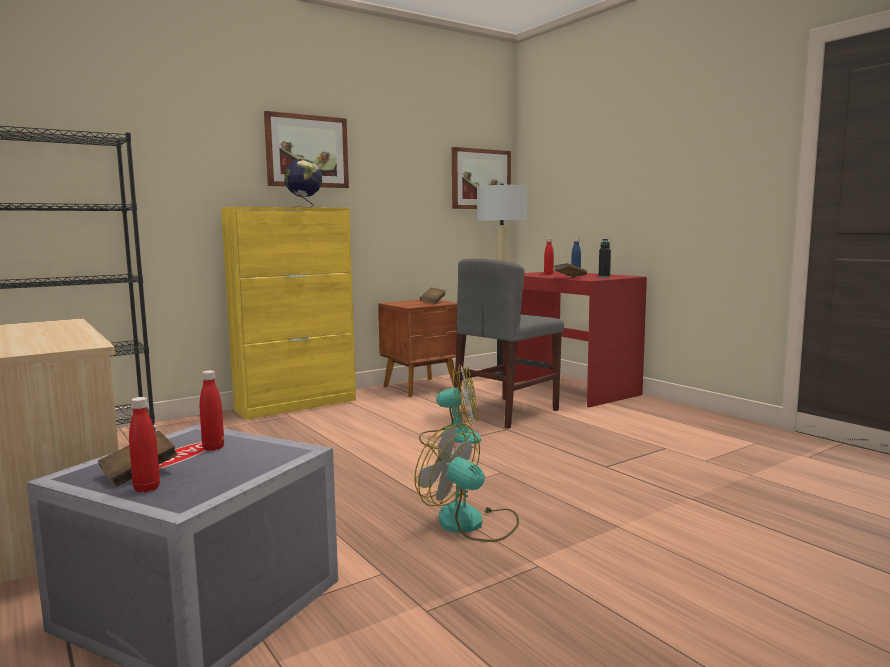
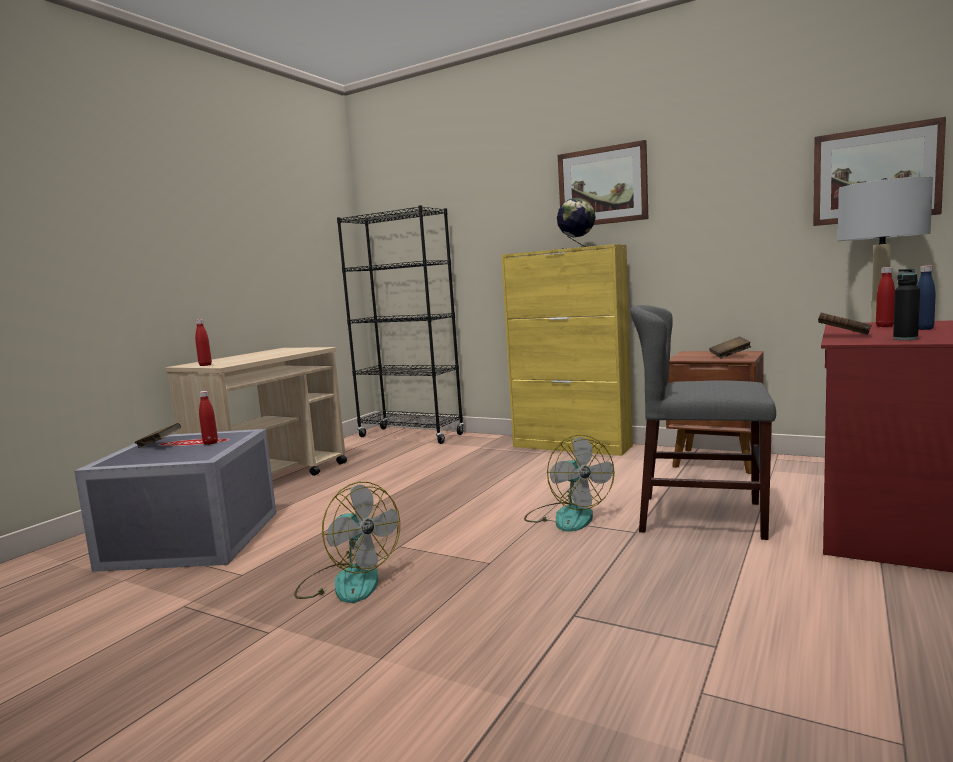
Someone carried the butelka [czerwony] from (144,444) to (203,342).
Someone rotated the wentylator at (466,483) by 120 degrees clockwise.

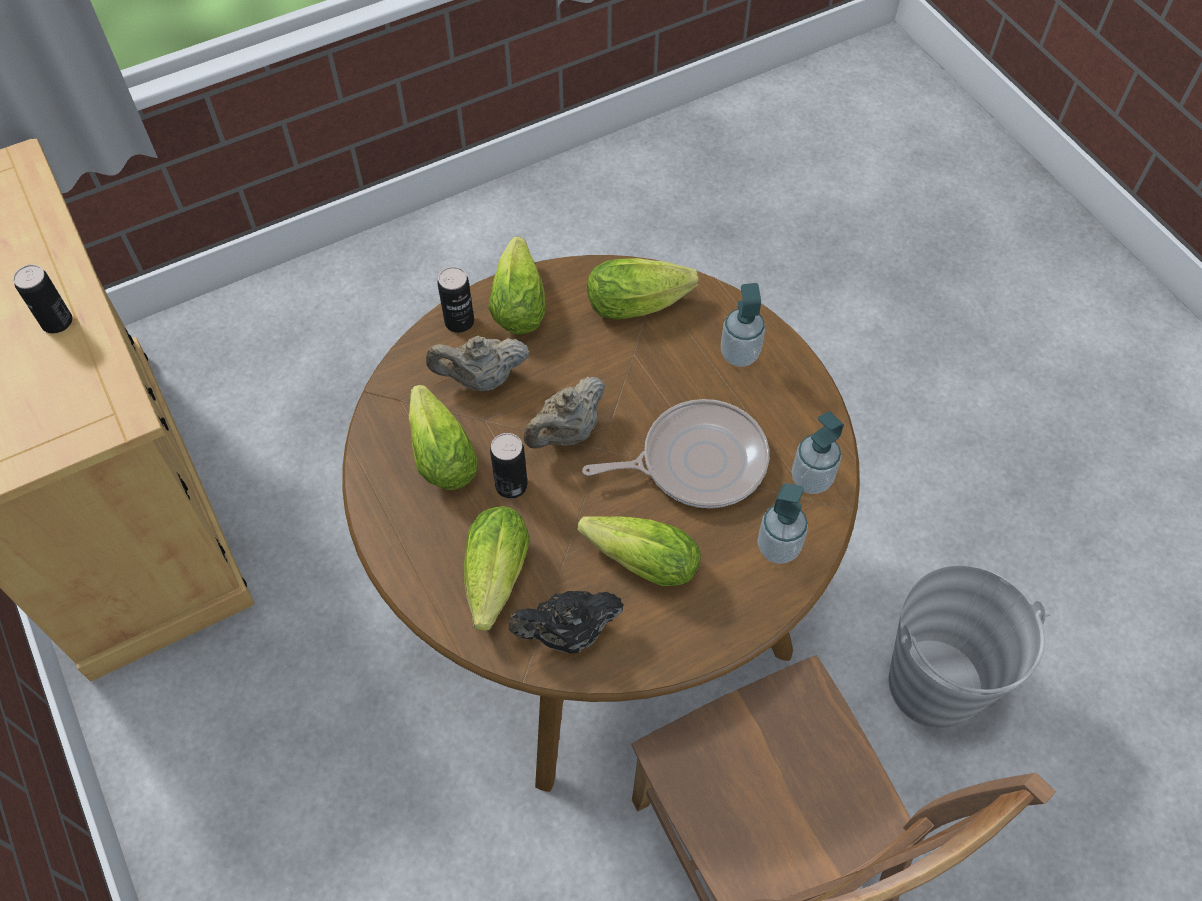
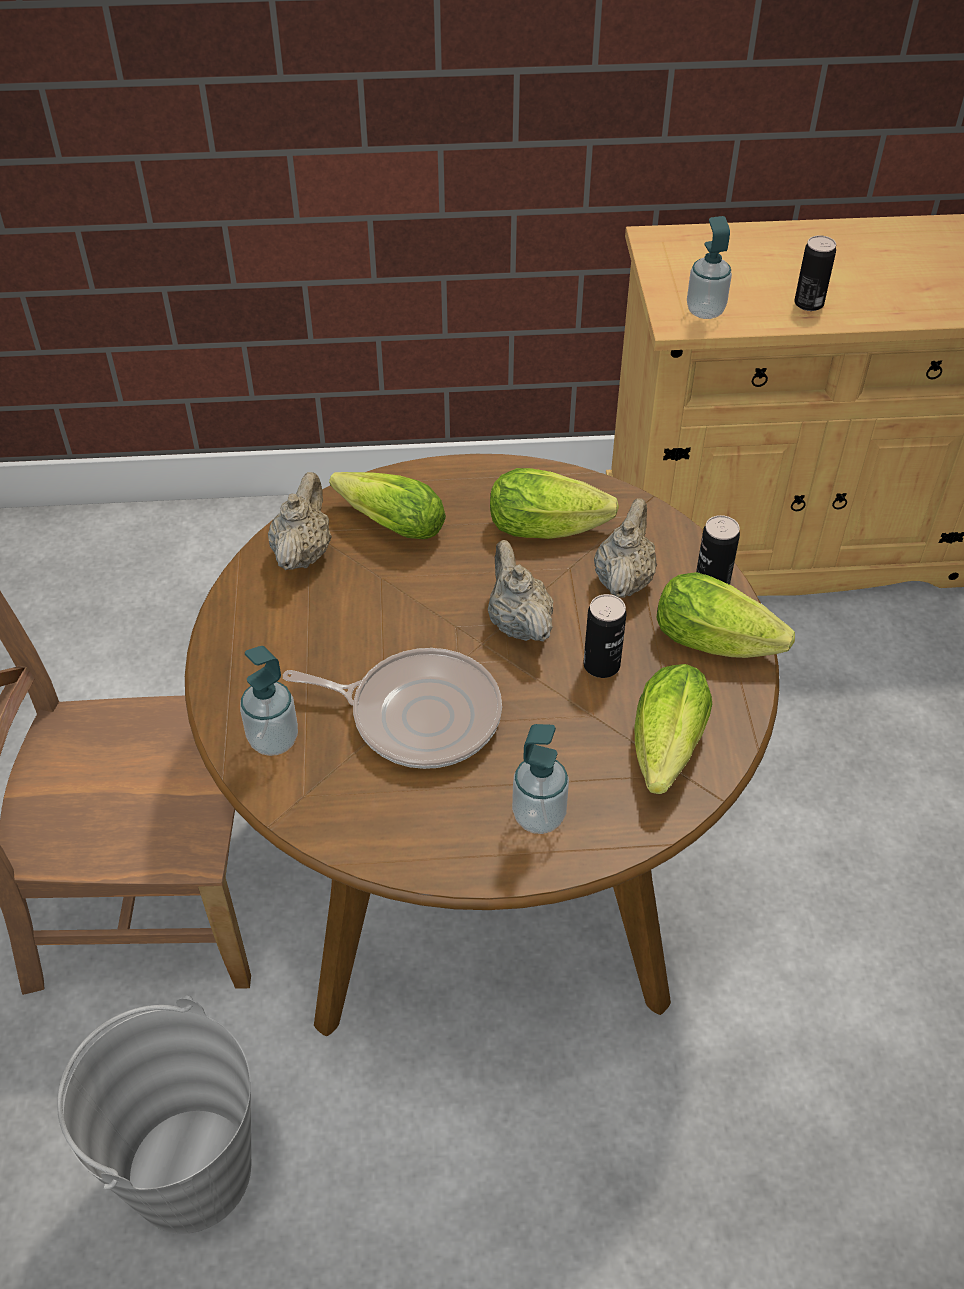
Someone rotated the patelnia at (675,453) by 90 degrees counterclockwise.
Someone carried the dozownik mydła from (817,452) to (709,267).
Someone carried the puszka from (509,466) to (604,636).
Someone took away the sałata at (639,551).
Someone repainted the imbryk [czarny] at (566,622), which became the imbryk [beżowy] at (300,521).

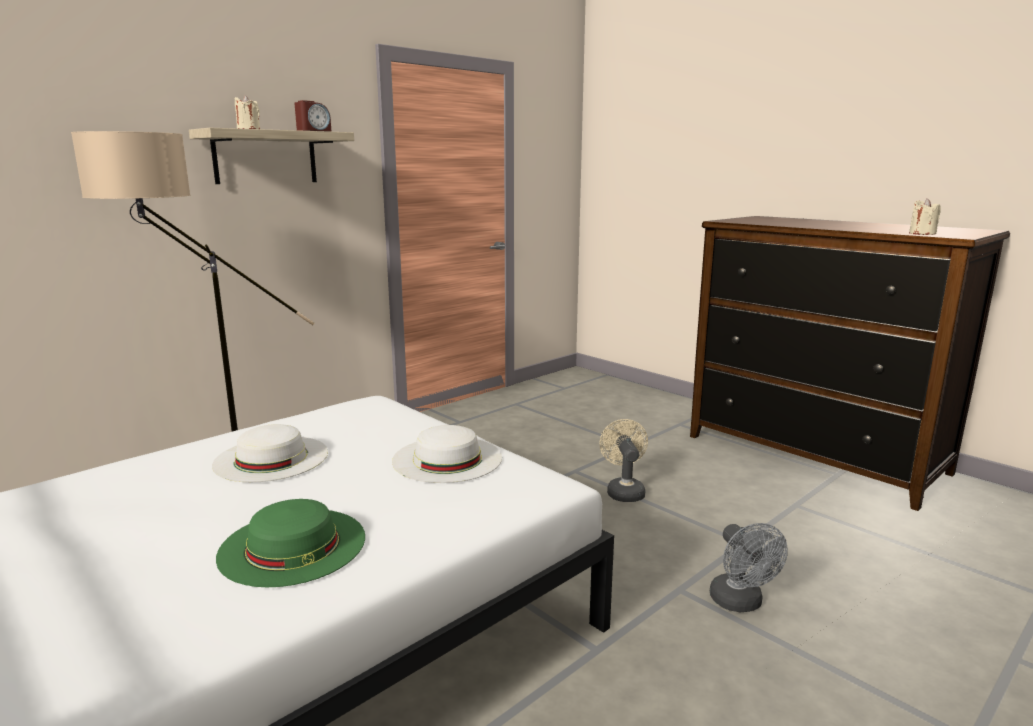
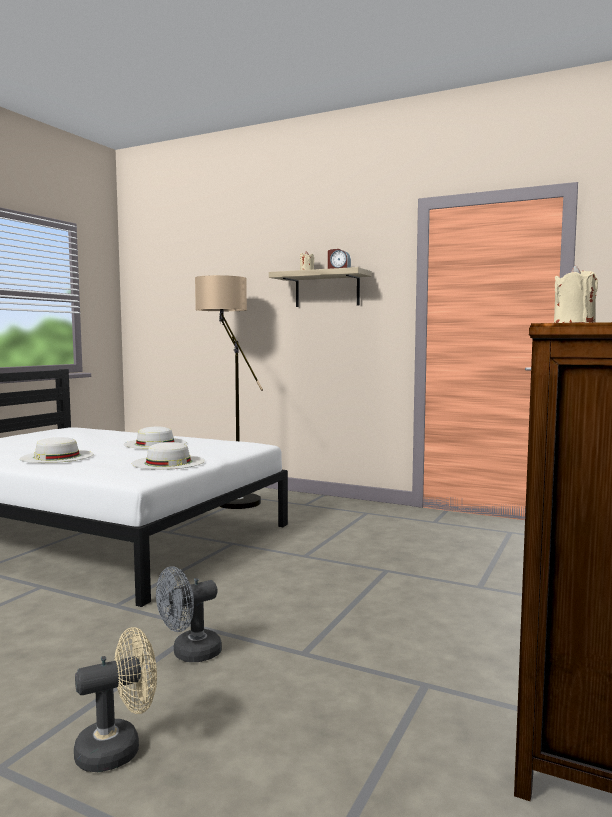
Someone carried the wentylator [beżowy] from (623,460) to (115,699).
Someone repainted the kapelusz [zielony] at (290,543), which became the kapelusz [biały] at (56,450).

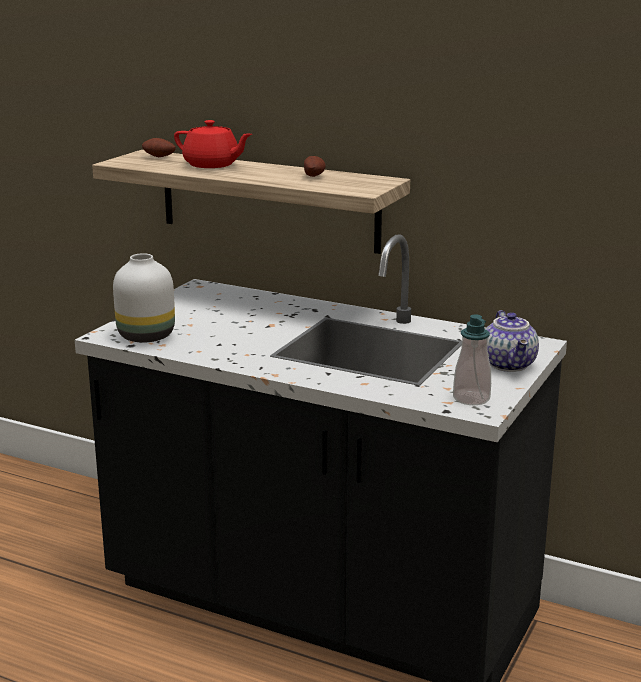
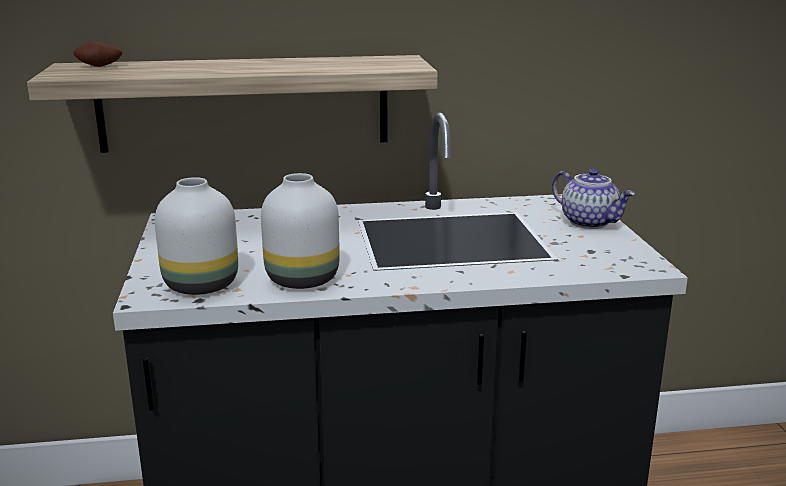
Someone took away the imbryk [czerwony] at (213,144).
Someone took away the ziemniak at (315,166).
Someone took away the dozownik mydła at (472,359).
Someone put down the wazon [biały] at (300,231).

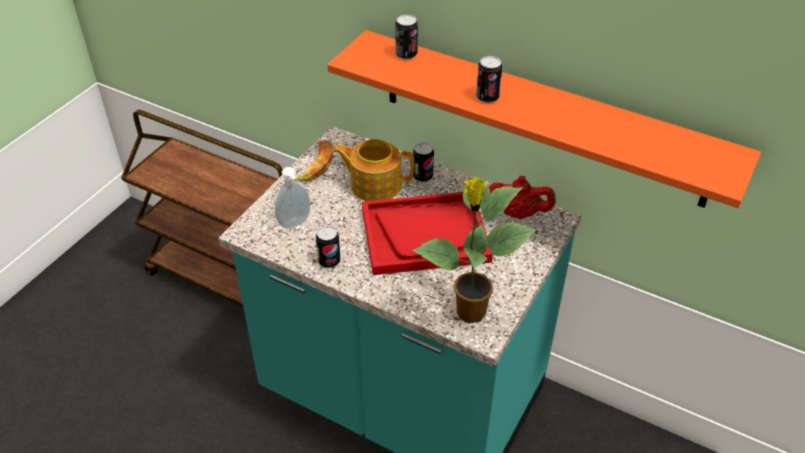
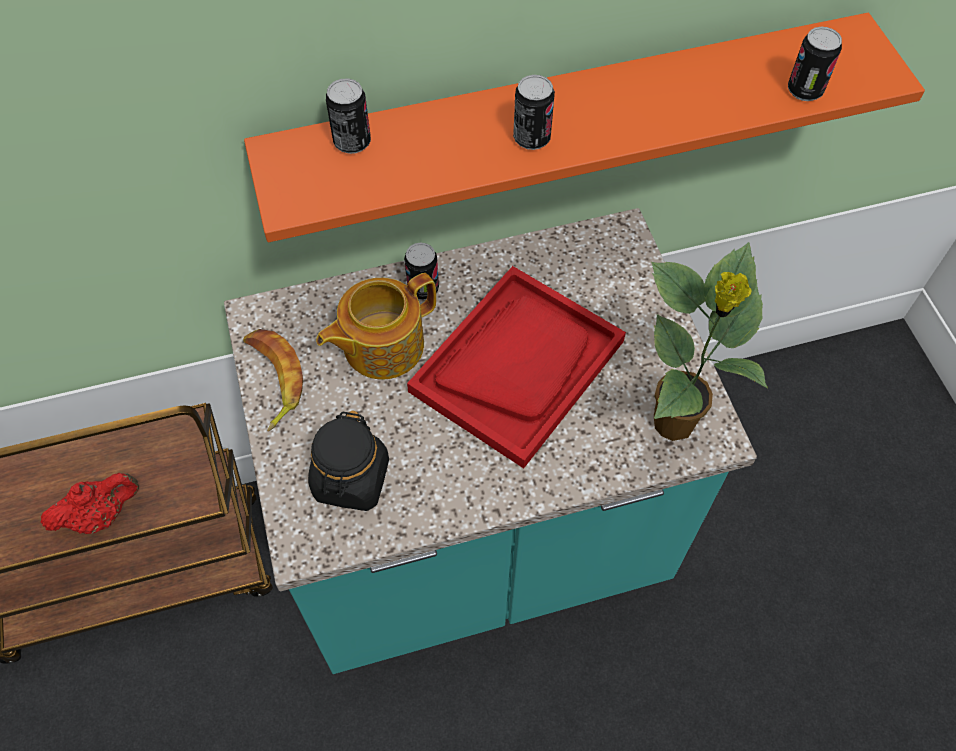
Someone swapped the dozownik mydła at (292,198) for the słoik [czarny] at (348,461).
Someone carried the imbryk [czerwony] from (522,197) to (89,503).
Someone carried the puszka from (328,246) to (815,64).

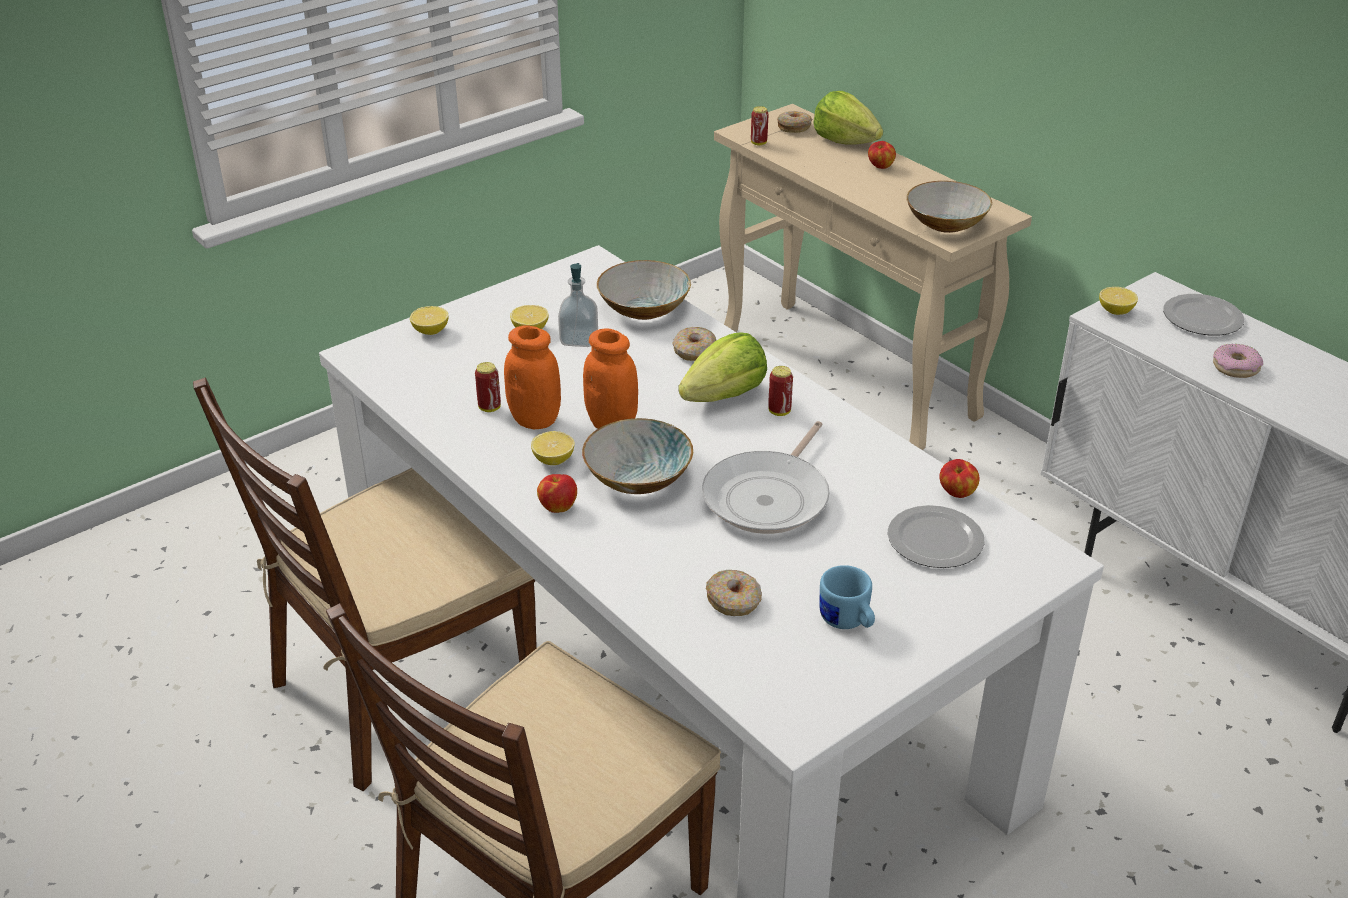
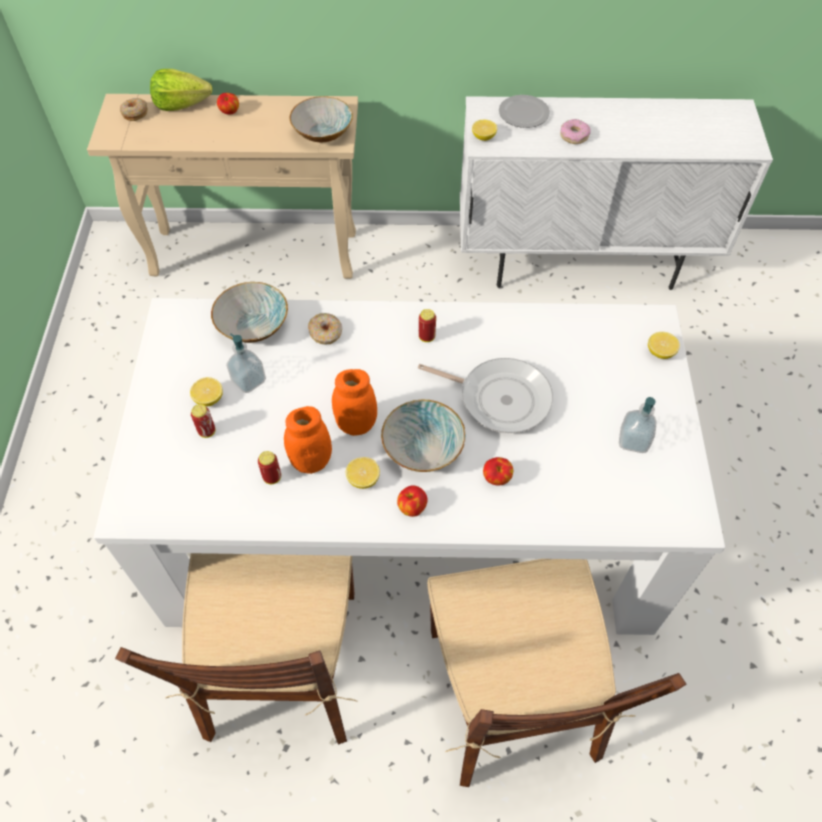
Someone carried the puszka from (759,125) to (203,421).
Someone carried the cytryna from (429,320) to (664,345).
Someone took away the sałata at (722,367).
Someone rotated the patelnia at (766,477) by 45 degrees counterclockwise.
Someone carried the jabłko from (959,478) to (498,471).
Someone took away the talerz at (936,536).
Someone swapped the kubek [niebieski] at (847,597) for the dozownik mydła at (638,425).
Someone took away the donut at (734,593).

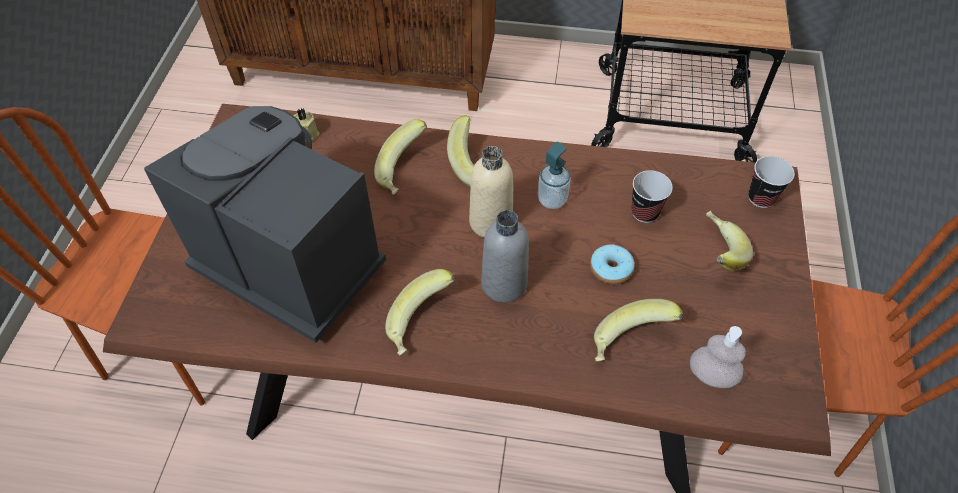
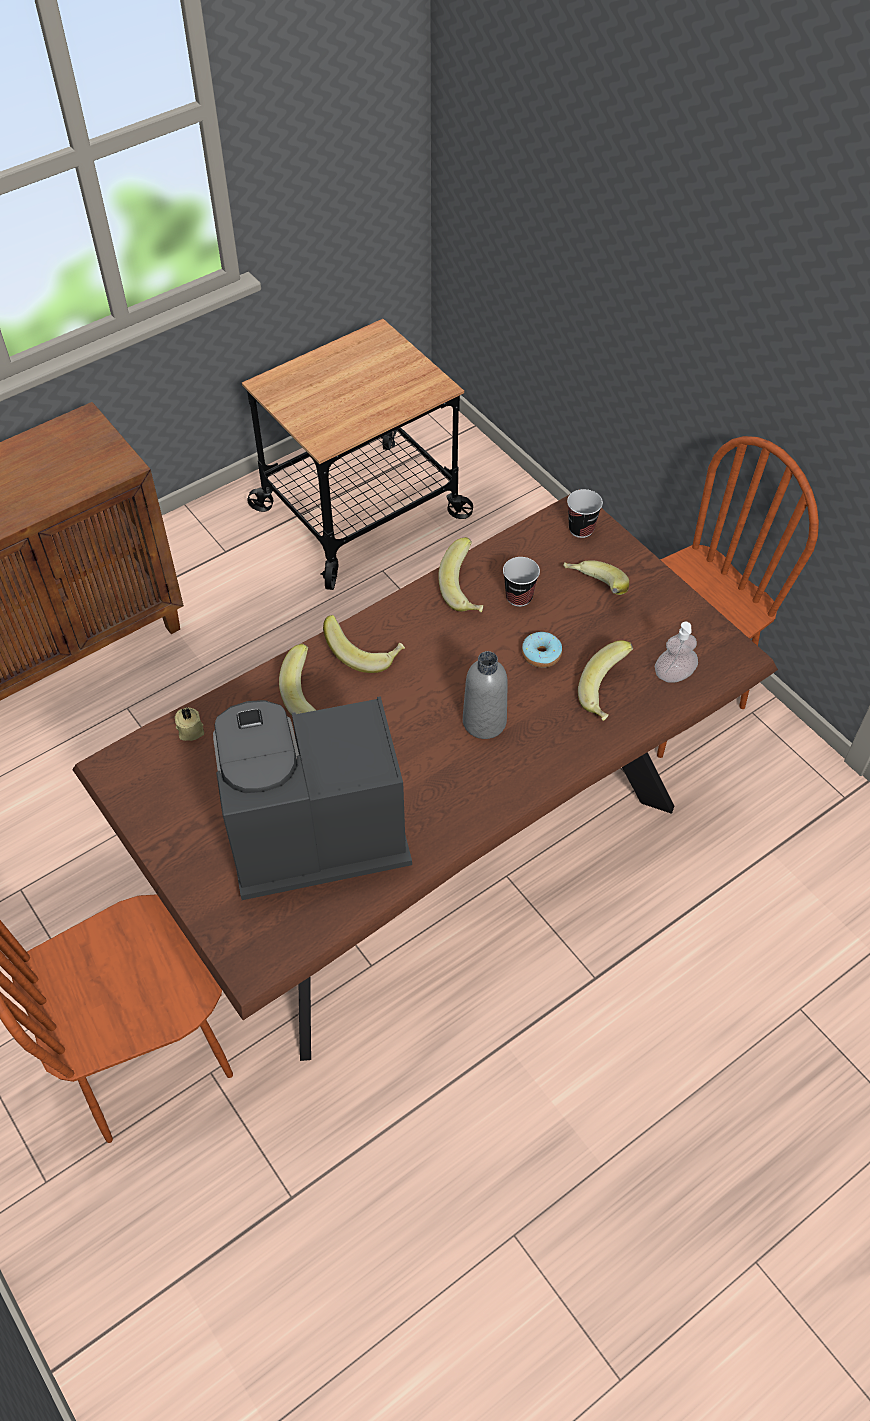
Someone took away the dozownik mydła at (554,175).
Someone took away the butelka [beżowy] at (491,192).
Someone carried the banan from (420,312) to (460,574).

